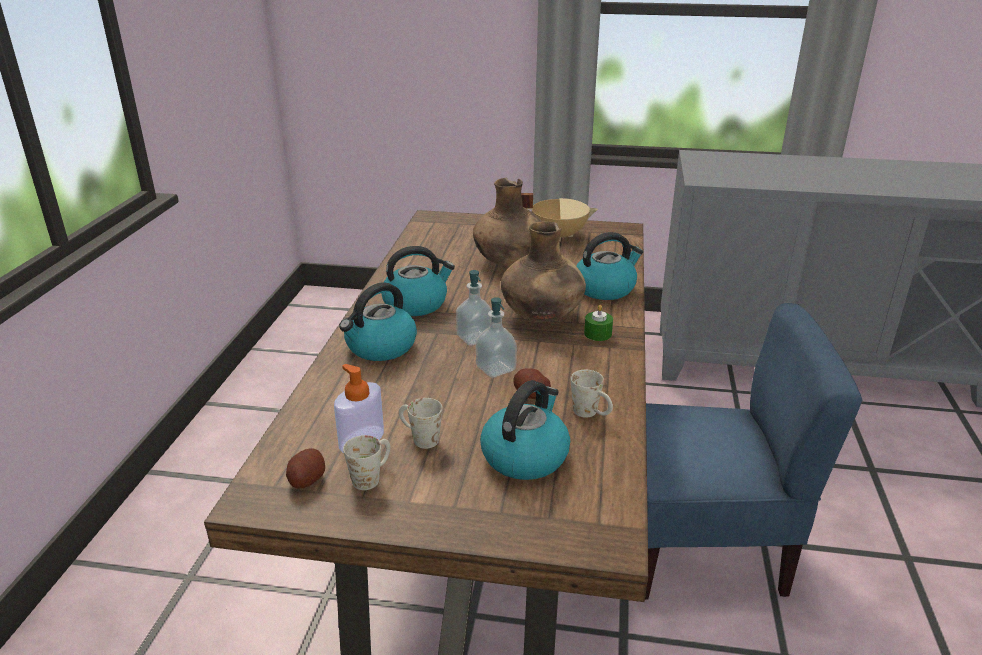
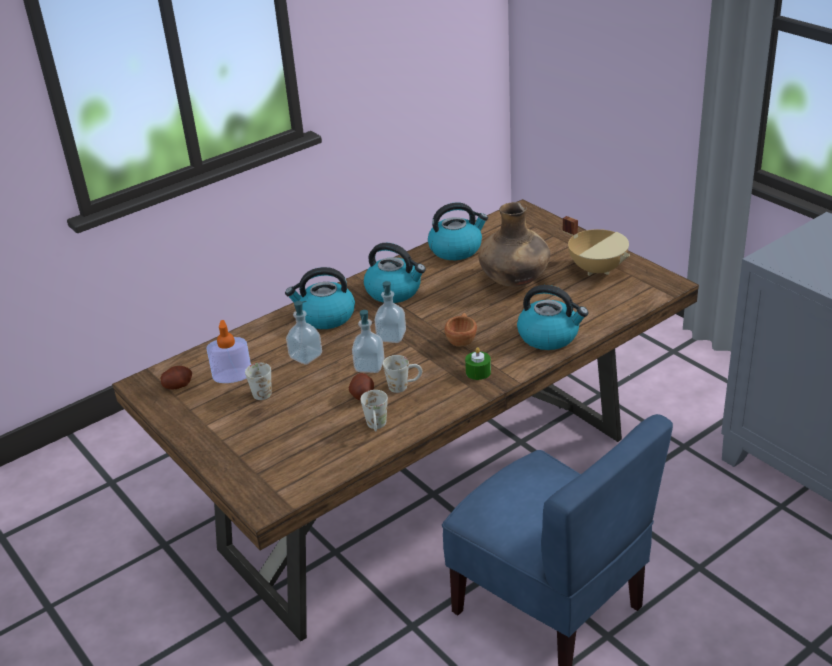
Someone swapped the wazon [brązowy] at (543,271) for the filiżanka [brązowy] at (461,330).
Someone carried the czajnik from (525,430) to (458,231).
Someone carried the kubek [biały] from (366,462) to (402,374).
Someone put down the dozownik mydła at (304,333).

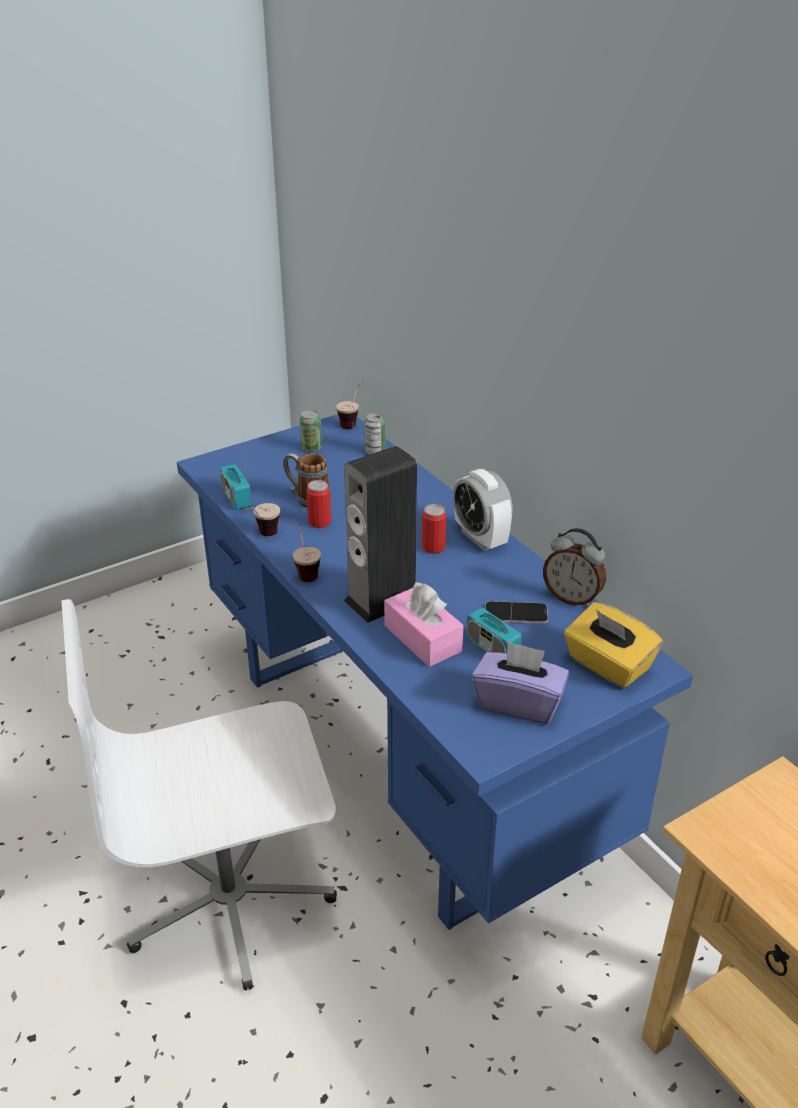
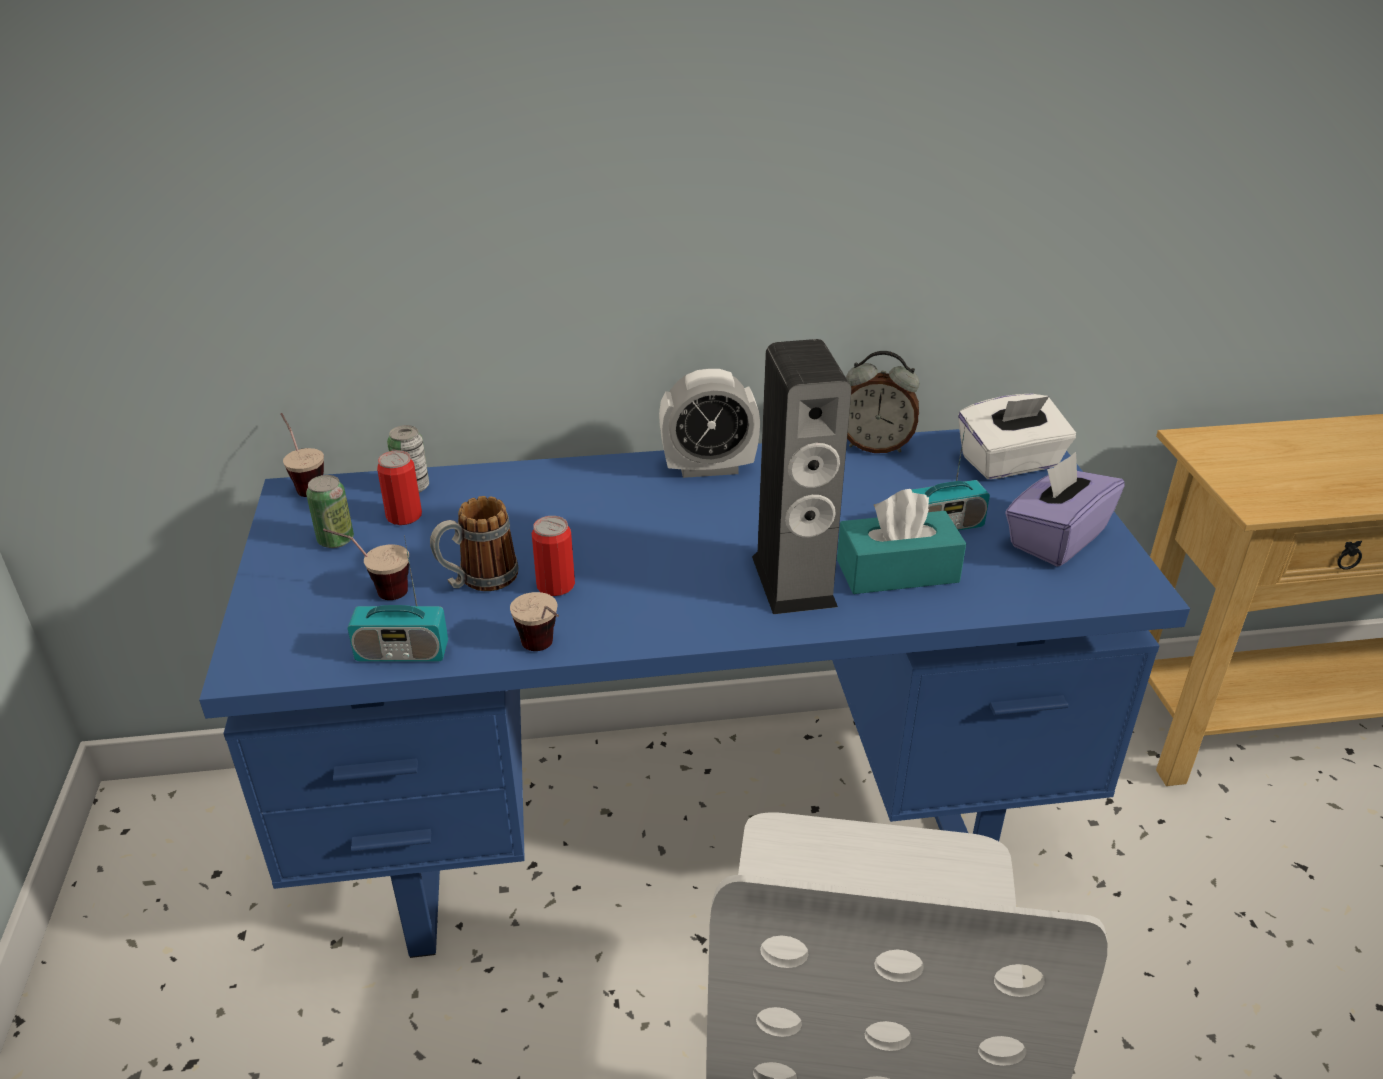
Someone carried the puszka from (434,529) to (399,487).
Someone carried the filiżanka from (307,550) to (366,564).
Someone rotated the budzik at (574,567) by 45 degrees clockwise.
Someone repainted the pudełko chusteczek [różowy] at (424,624), which became the pudełko chusteczek [turkusowy] at (901,541).
Someone took away the telefon at (516,612).
Someone repainted the pudełko chusteczek [żółty] at (613,645), which became the pudełko chusteczek [biały] at (1017,436).

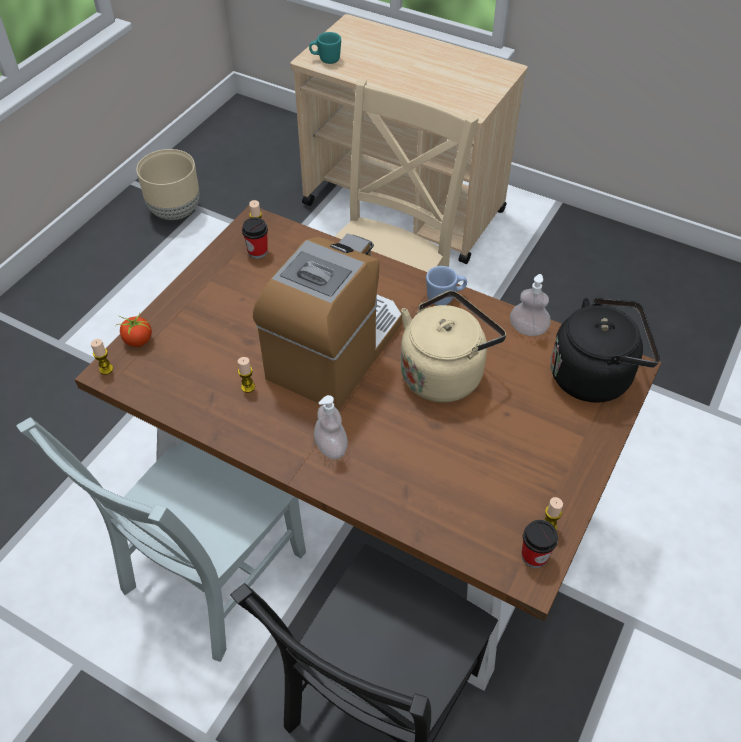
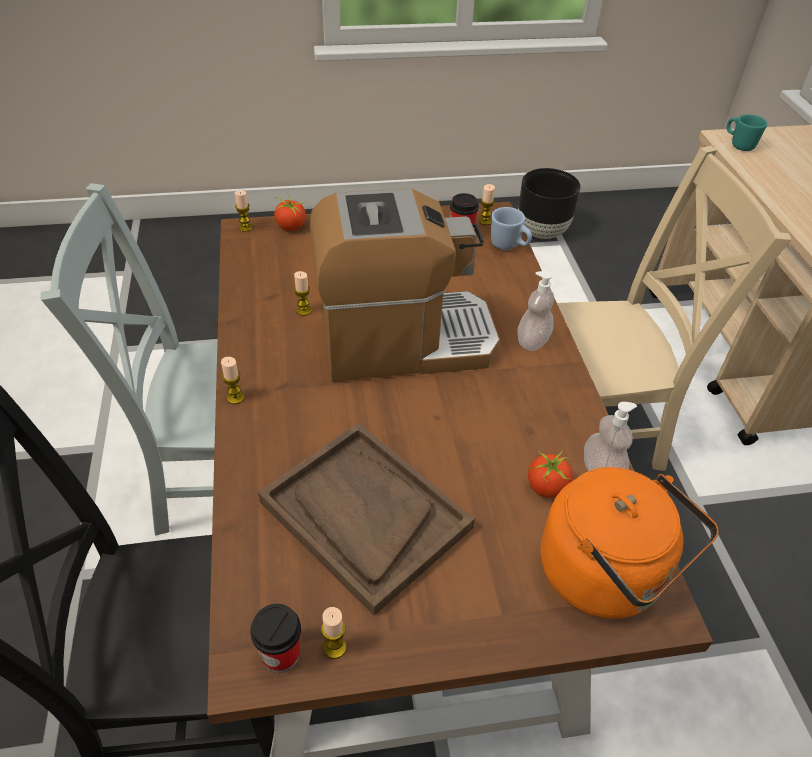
Someone repainted the donica [beżowy] at (167,184), which became the donica [czarny] at (549,203).
Someone carried the kubek [niebieski] from (446,286) to (511,228).
Someone took away the czajnik [beżowy] at (453,346).
Someone repainted the czajnik [czarny] at (605,350), which became the czajnik [pomarańczowy] at (630,543).
Someone carried the dozownik mydła from (331,427) to (535,311).
Someone put down the świeca at (232,380).
Someone put down the taca [brązowy] at (366,519).
Someone put down the pomidor at (550,474).

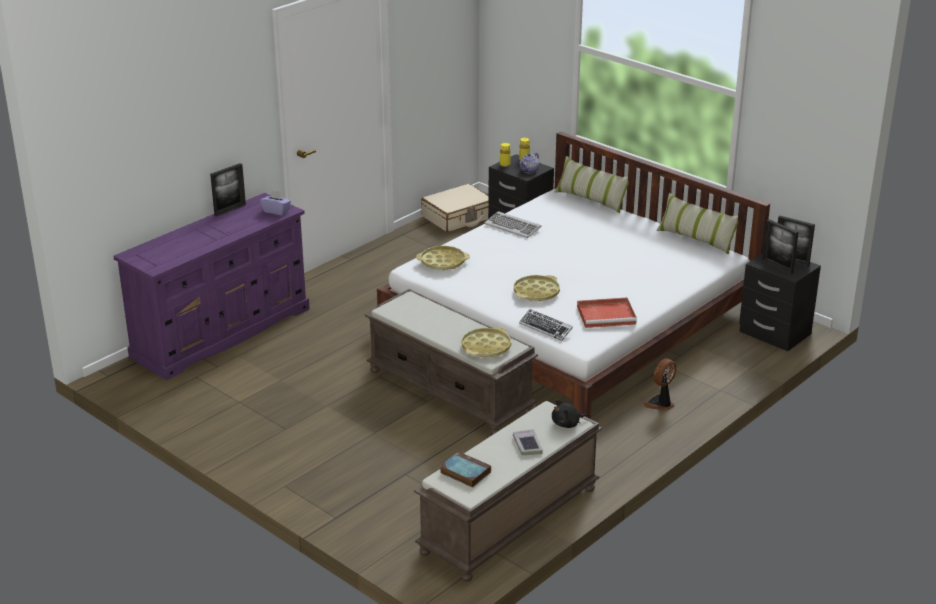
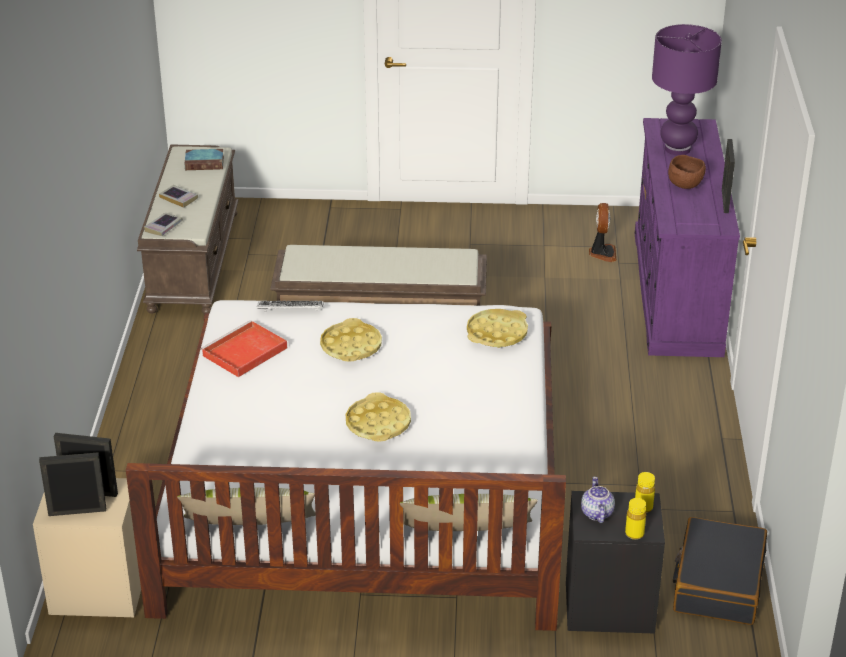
Someone repainted the walizka [beżowy] at (455,208), which became the walizka [czarny] at (720,571).
Someone took away the pudełko chusteczek [fioletowy] at (275,203).
Someone took away the klawiatura at (512,224).
Someone repainted the szafka nocna [czarny] at (780,302), which became the szafka nocna [beżowy] at (87,547).
Someone carried the taca [żółty] from (486,342) to (378,417).
Someone carried the wentylator from (660,384) to (603,232).
Someone swapped the pluszak [czarny] at (570,414) for the książka at (163,224).
Someone put down the lampa stołowa [fioletowy] at (687,89).
Someone put down the miska [brązowy] at (687,172).

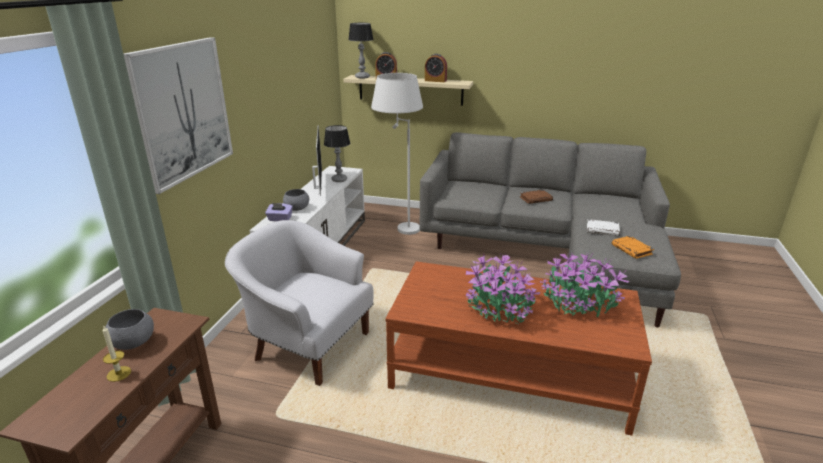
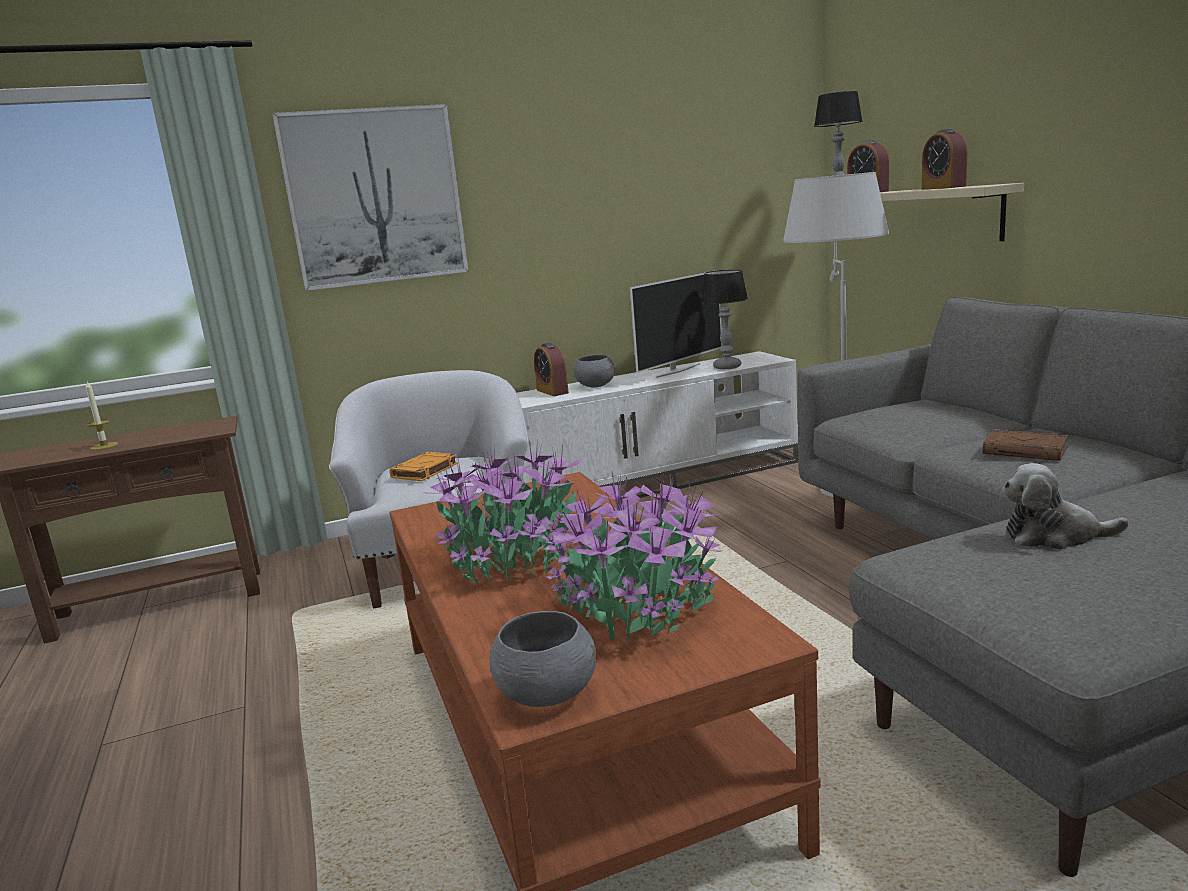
Someone swapped the pudełko chusteczek [fioletowy] at (279,212) for the budzik at (551,369).
Someone swapped the książka [biały] at (603,227) for the pluszak at (1065,506).
Someone carried the książka [pomarańczowy] from (633,247) to (423,466).
Someone carried the miska [szary] from (130,329) to (543,659).

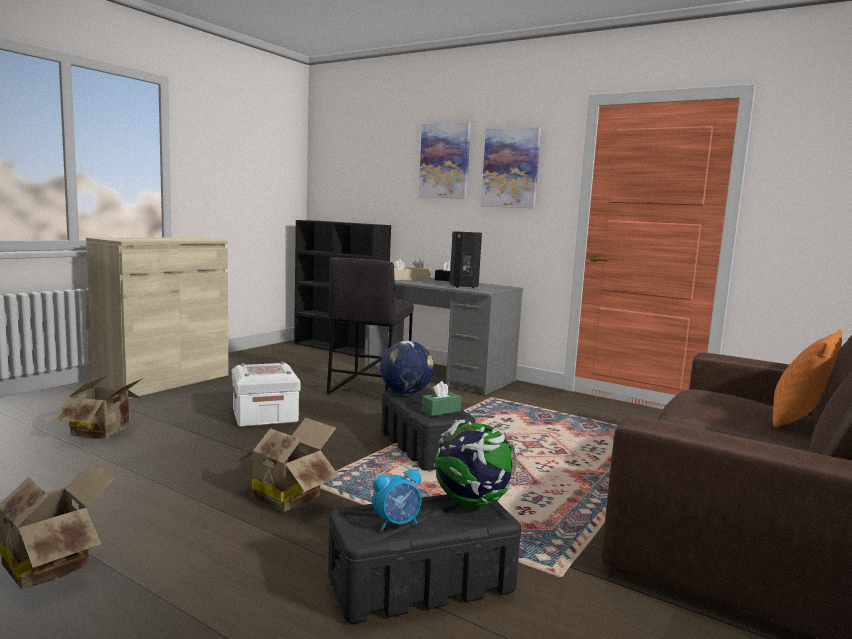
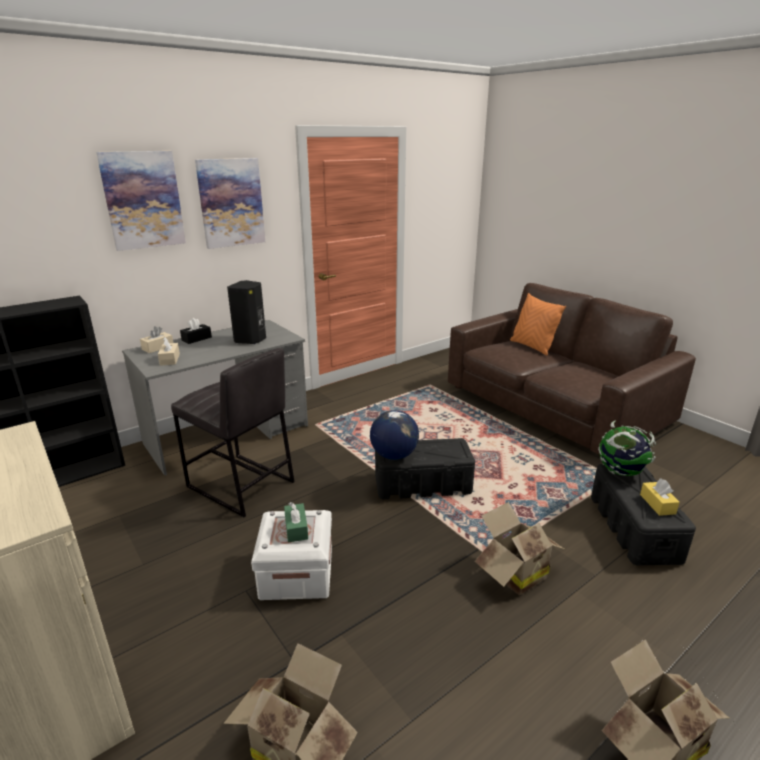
Someone carried the pudełko chusteczek [zielony] from (441,398) to (296,522).
Someone swapped the budzik at (397,497) for the pudełko chusteczek [żółty] at (660,497).

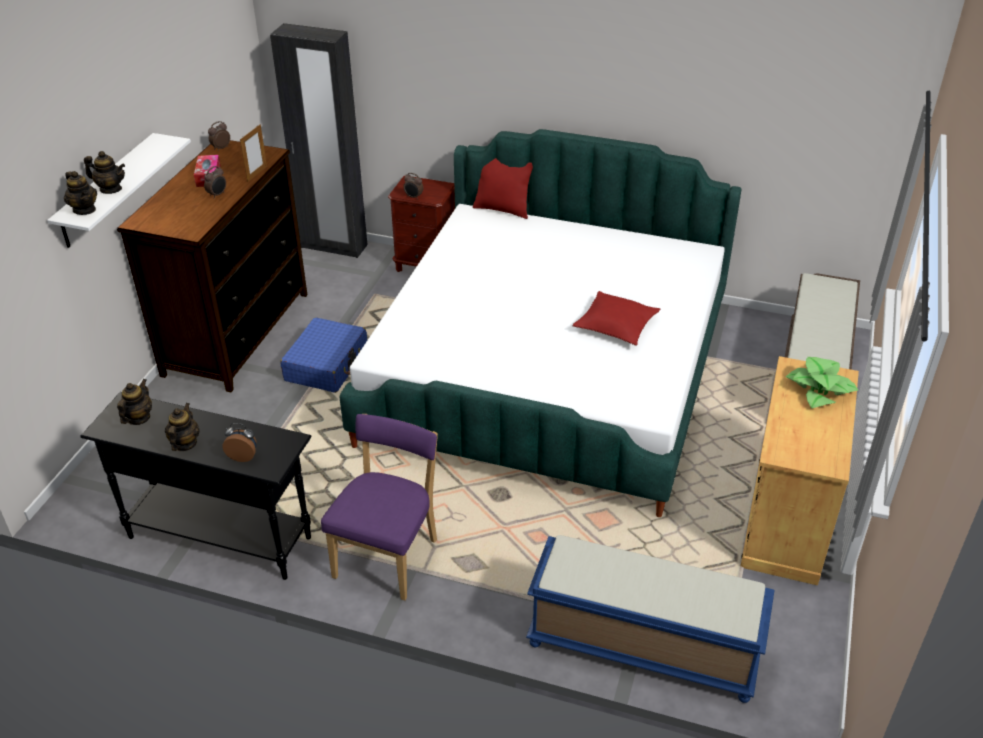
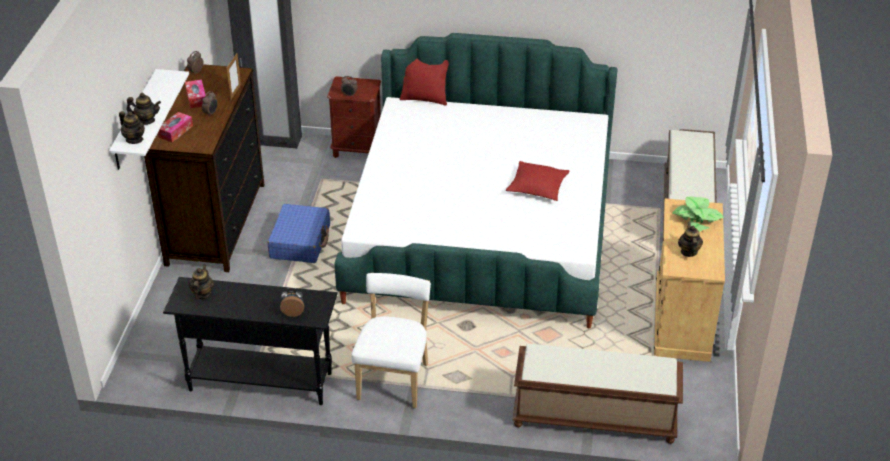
Someone carried the imbryk from (182,427) to (690,239).
Someone repainted the krzesło [fioletowy] at (379,507), which became the krzesło [biały] at (391,340).
Someone repainted the ławka [niebieski] at (650,619), which became the ławka [brązowy] at (597,394).
Someone put down the pudełko chusteczek at (175,127).

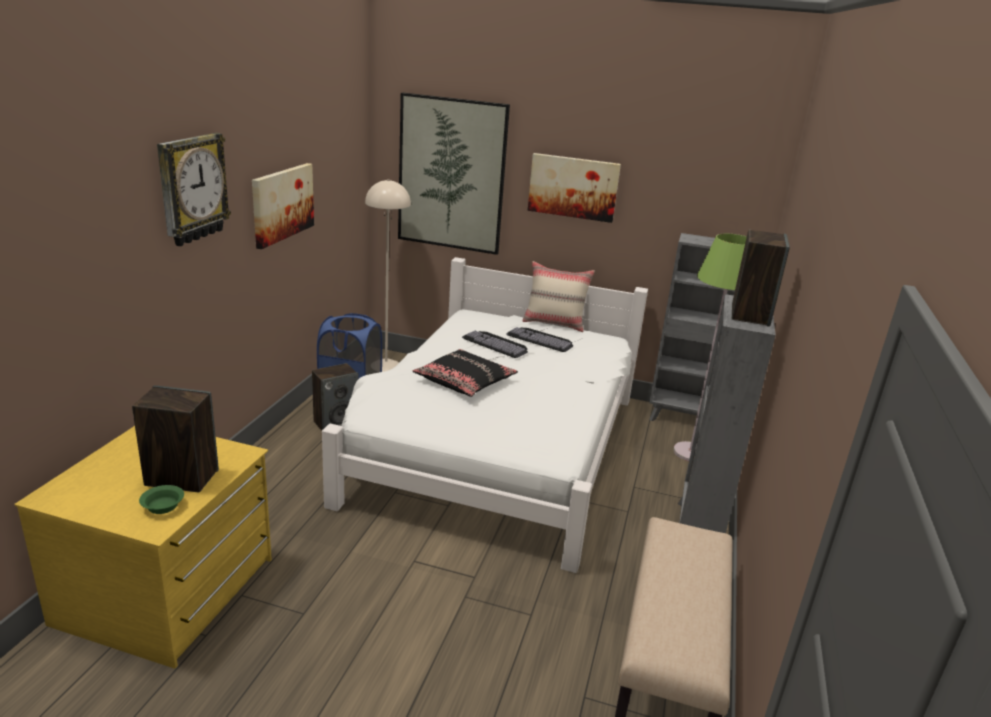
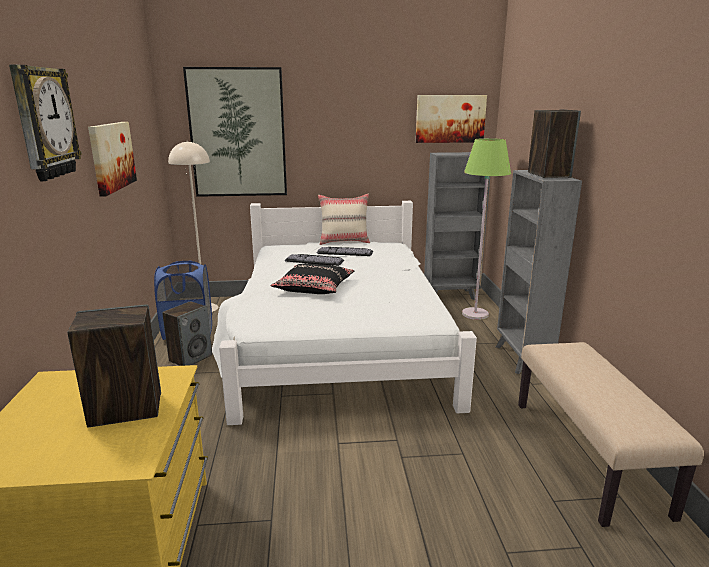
Someone carried the obraz from (574,188) to (451,119).
Someone took away the miska [zielony] at (161,499).

